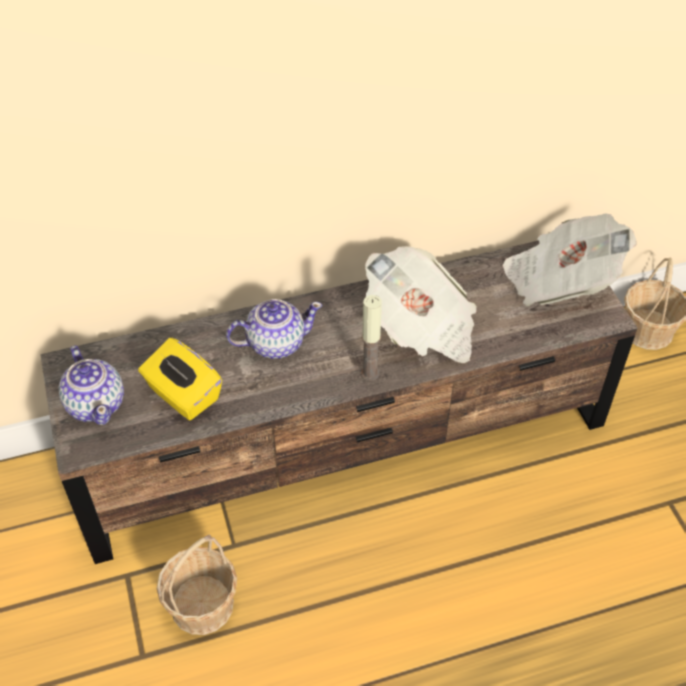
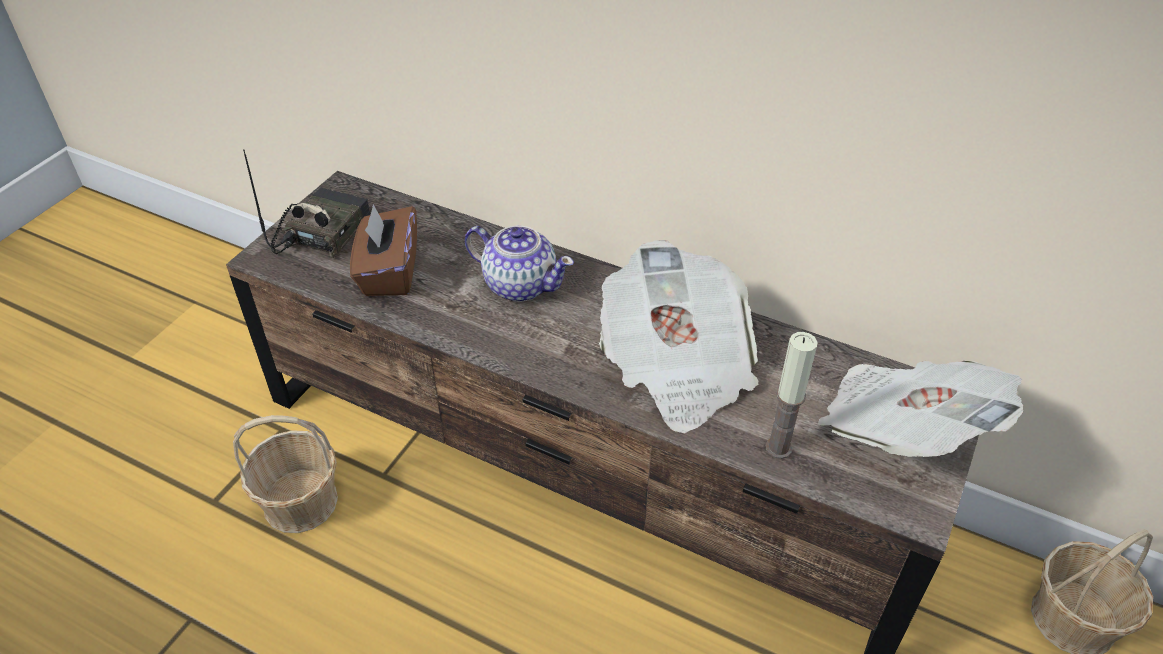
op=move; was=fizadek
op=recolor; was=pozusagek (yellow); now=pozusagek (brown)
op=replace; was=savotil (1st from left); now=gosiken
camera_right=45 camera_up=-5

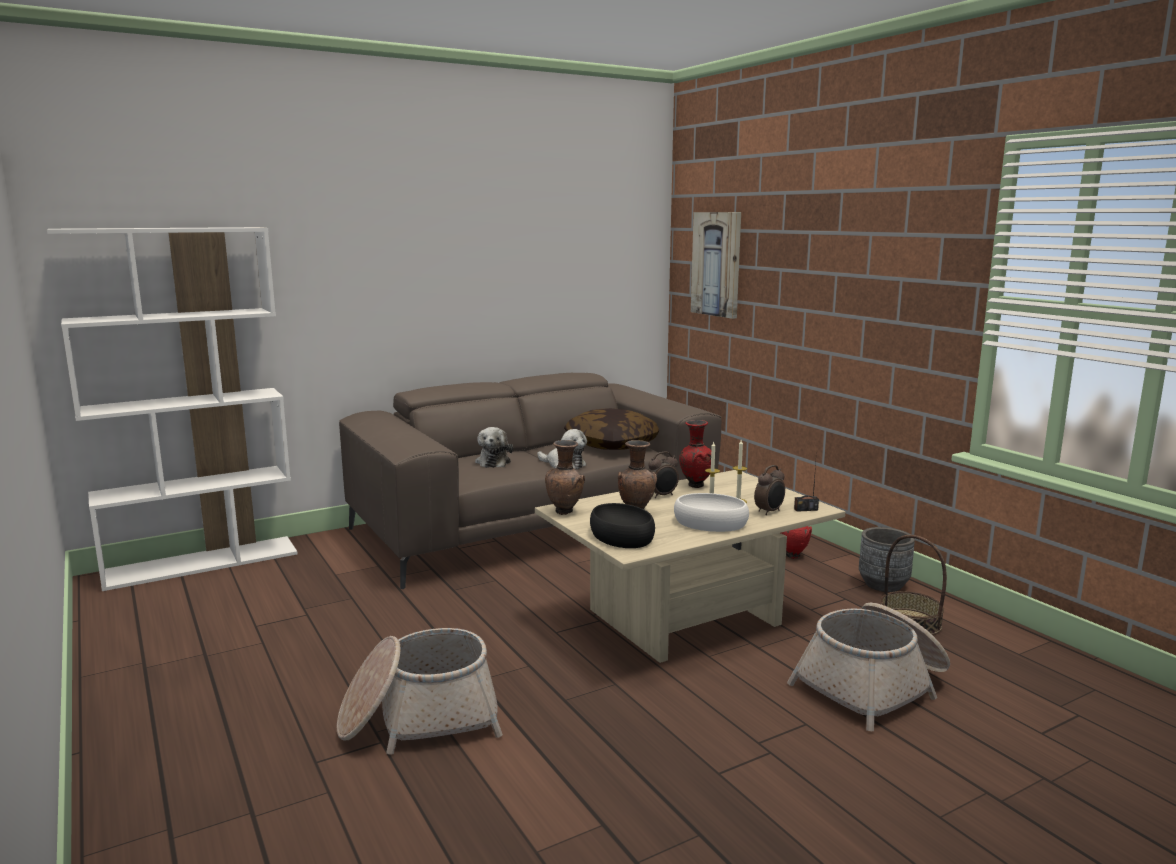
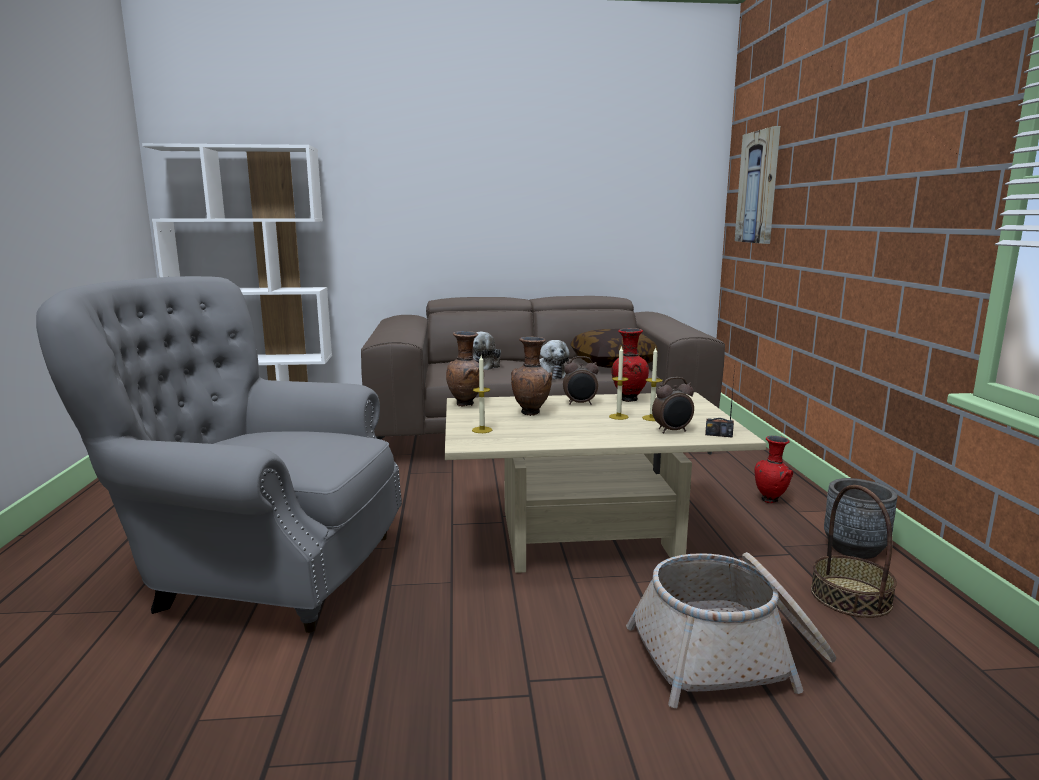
op=delete; was=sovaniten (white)
op=replace; was=sovaniten (black); now=fizadek (1st from left)
op=replace; was=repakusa (1st from left); now=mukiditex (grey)
camera_right=25 camera_up=0

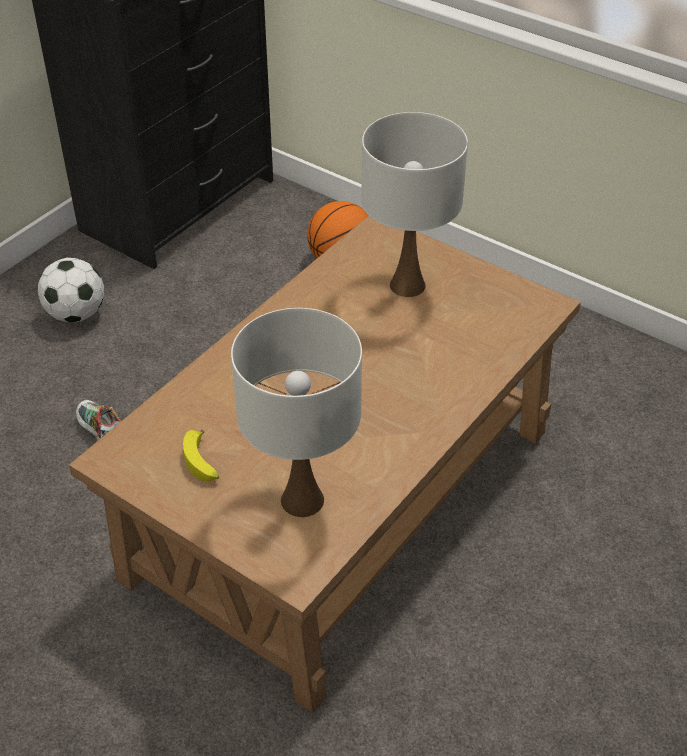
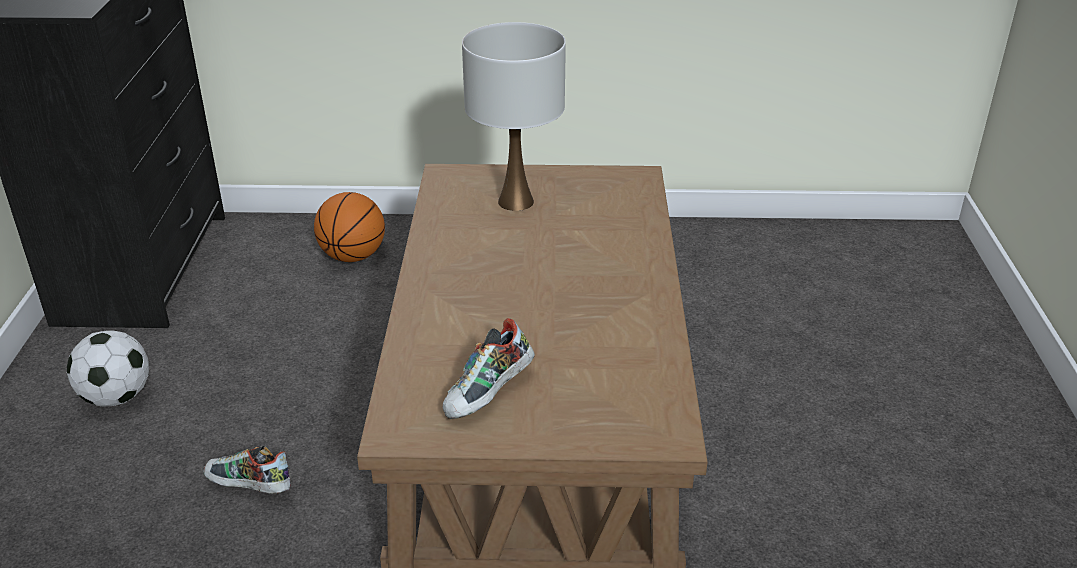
op=delete; was=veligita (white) (1st from left)
op=replace; was=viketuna; now=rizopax (2nd from left)
camera_right=-35 camera_up=-10

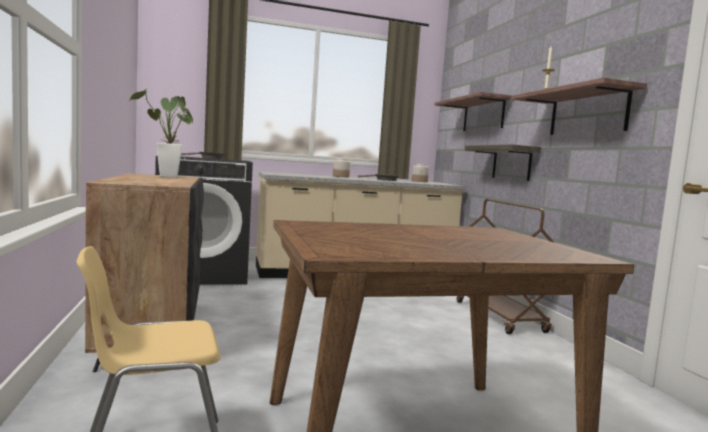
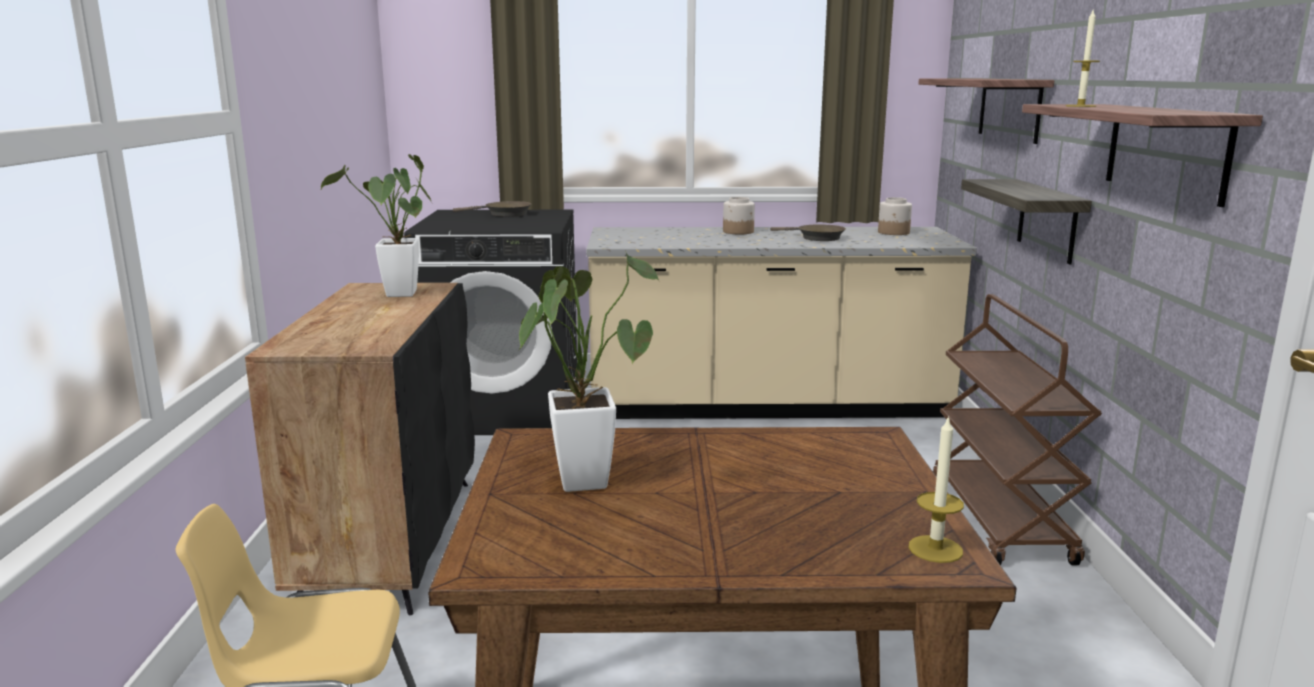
op=insert; now=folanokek (2nd from left)
op=insert; now=fizadek (1st from left)
camera_right=15 camera_up=10

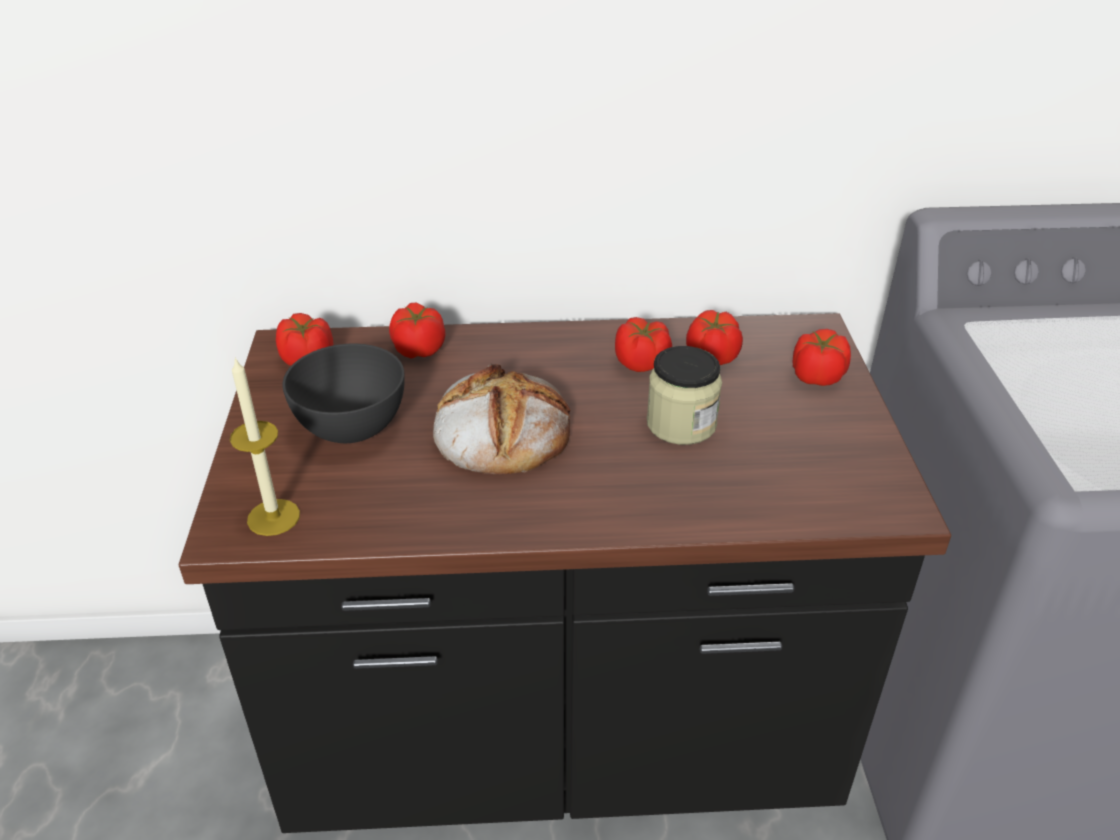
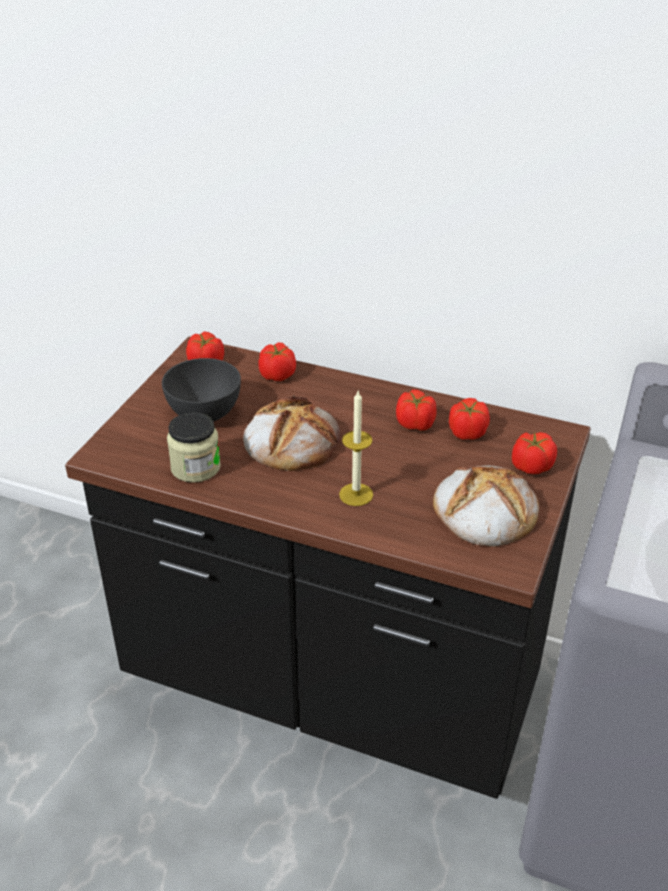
op=move; was=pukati
op=move; was=fizadek
op=insert; now=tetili (2nd from left)
camera_right=25 camera_up=0

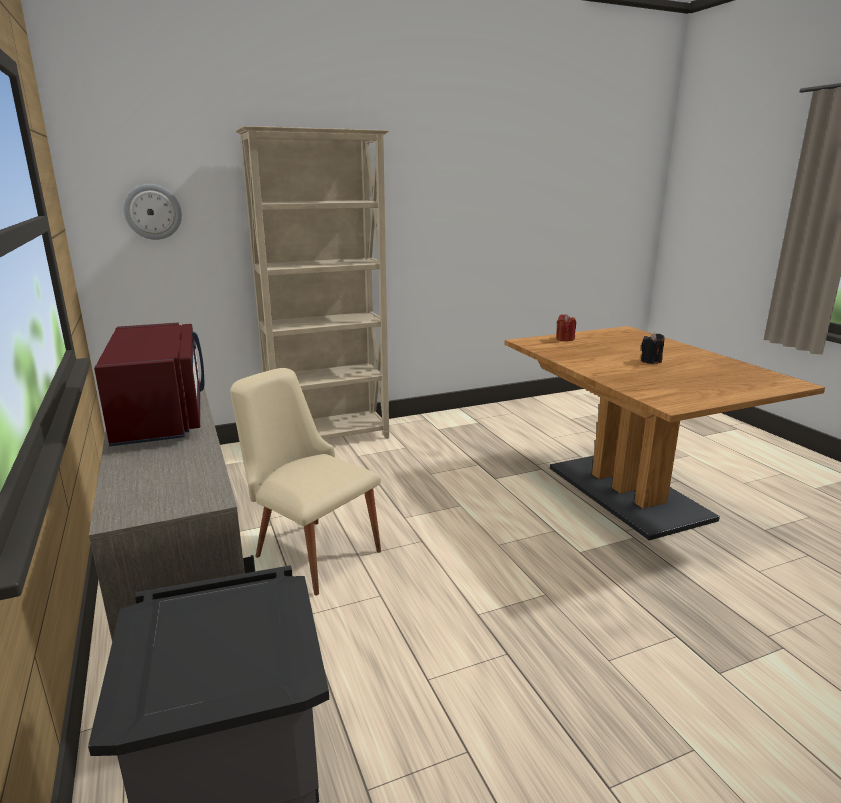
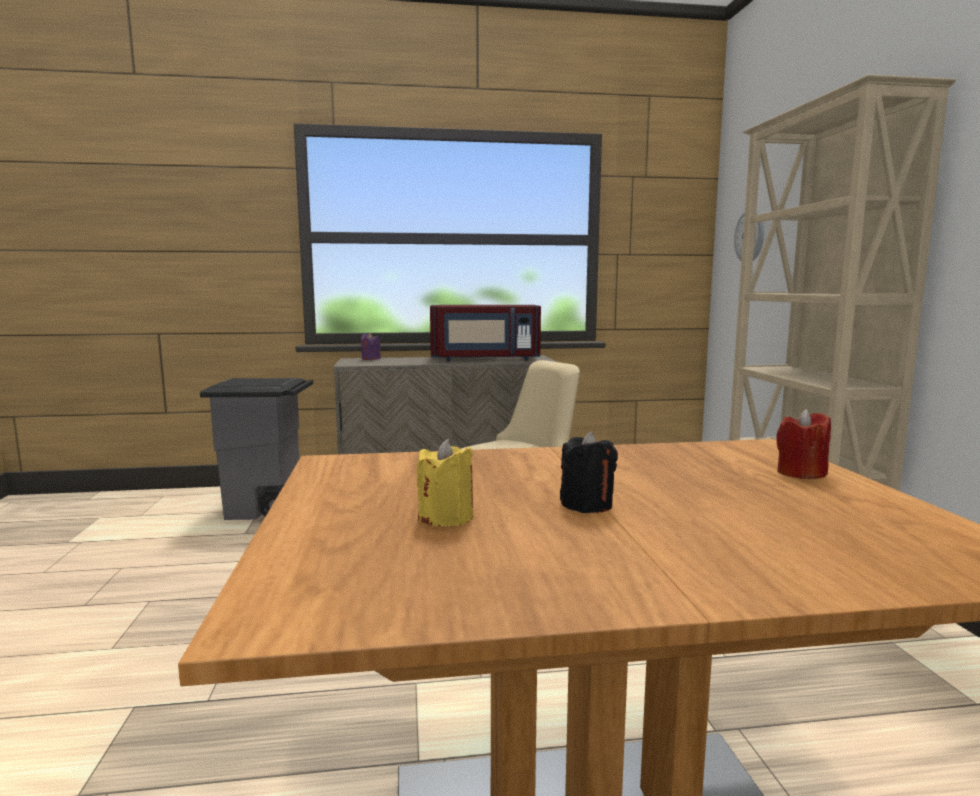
op=insert; now=fizadek (purple)
op=insert; now=fizadek (yellow)
camera_right=105 camera_up=-10

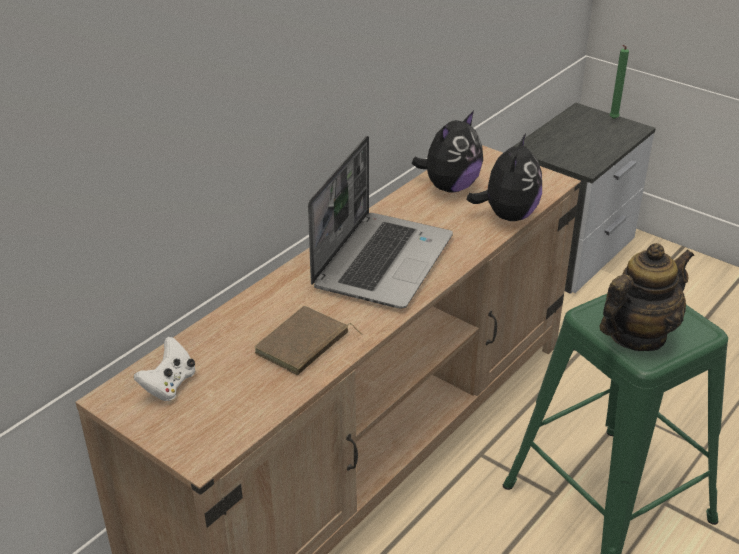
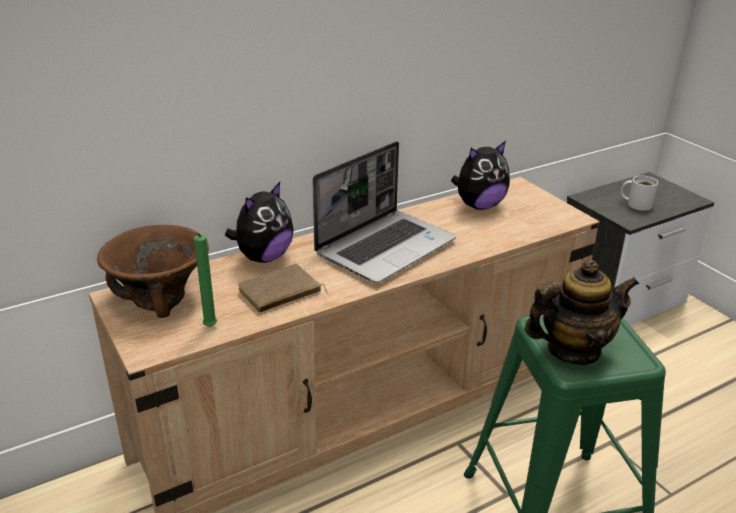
op=move; was=fizadek (green)
op=move; was=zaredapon (2nd from left in the first image); now=zaredapon (1st from left)
op=replace; was=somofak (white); now=sovaniten (brown)
op=insert; now=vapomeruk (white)
camera_right=20 camera_up=-5

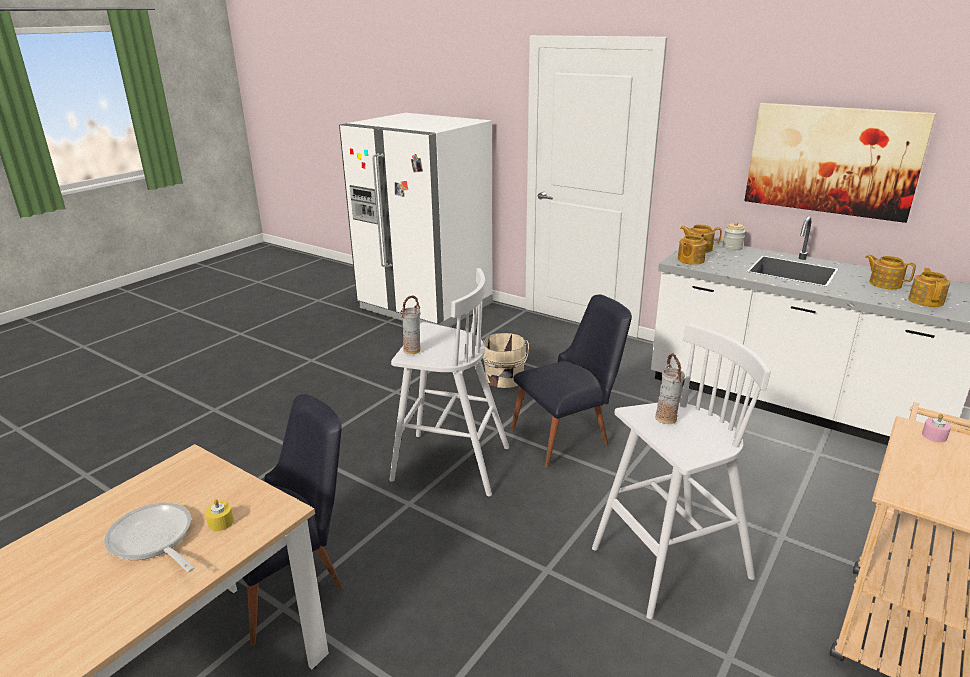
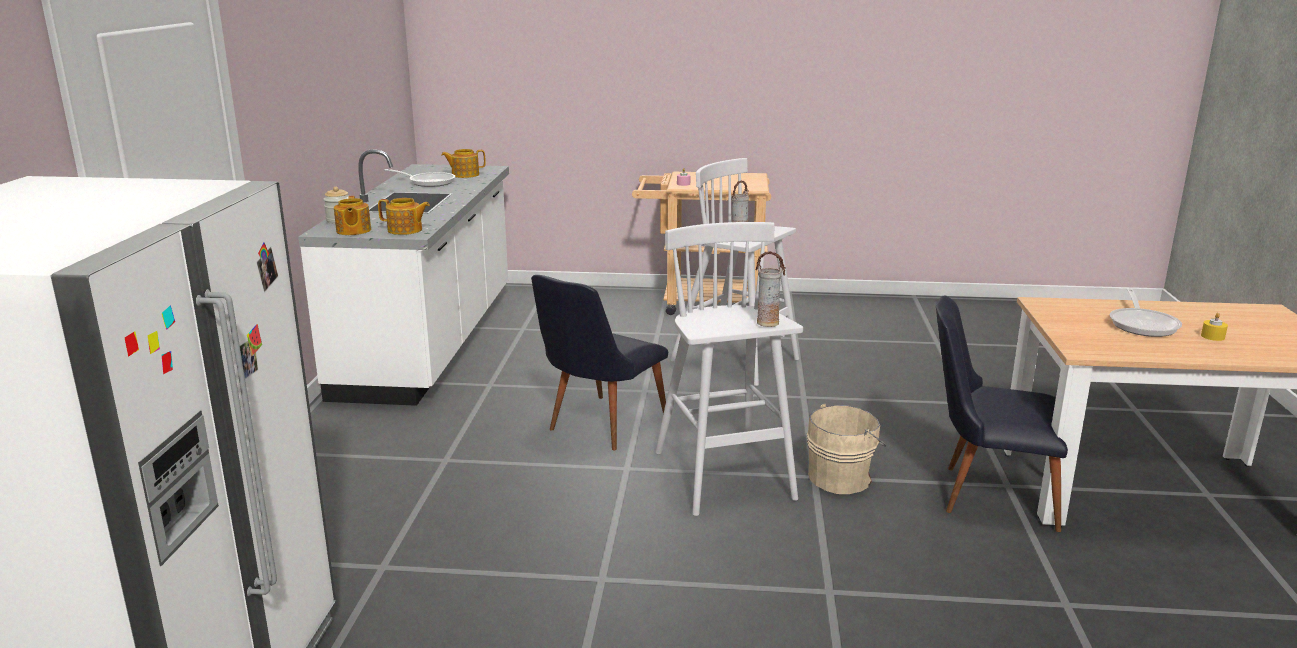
op=delete; was=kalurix
op=replace; was=savotil (3rd from left); now=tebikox (1st from left)
op=rotate; was=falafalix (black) (2nd from left in the first image); clockwise=-90
op=move; was=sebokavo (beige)
op=move; was=fizadek (yellow)
camera_right=-120 camera_up=-5

